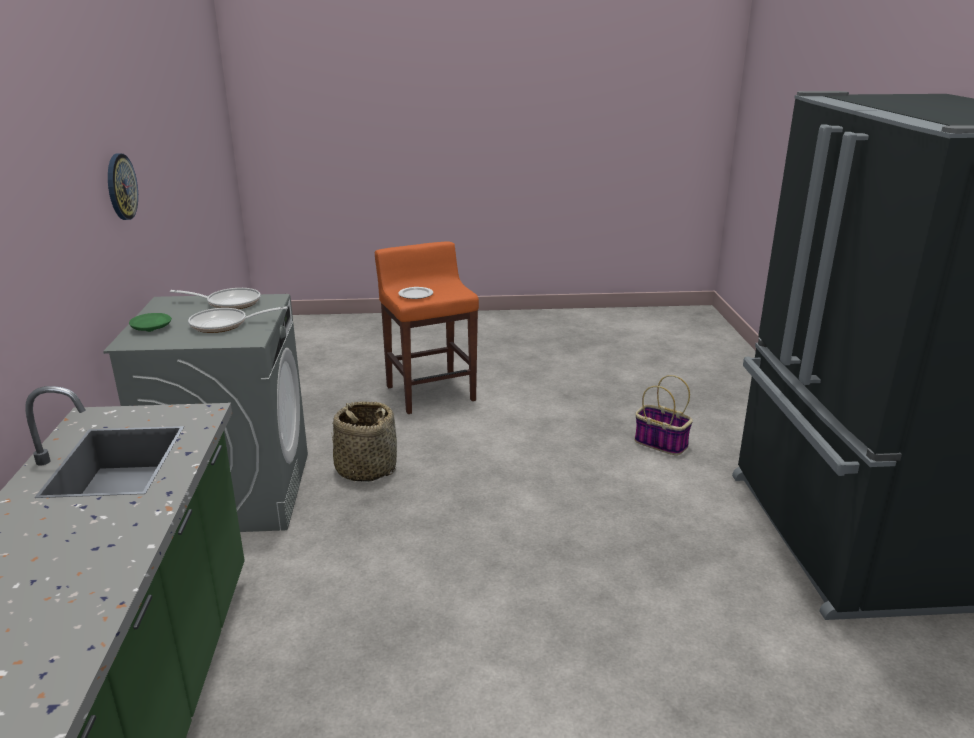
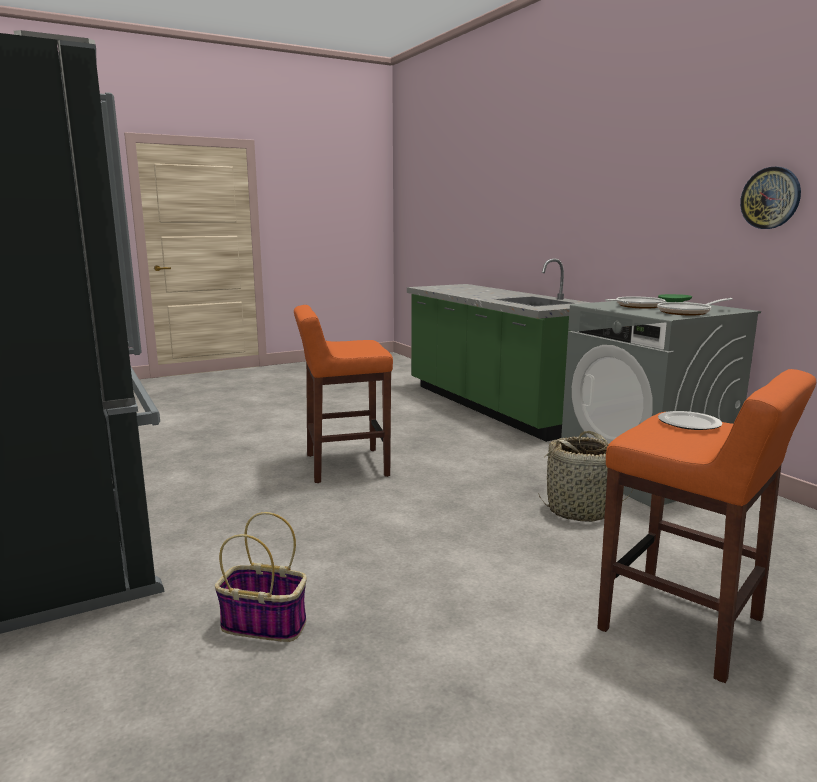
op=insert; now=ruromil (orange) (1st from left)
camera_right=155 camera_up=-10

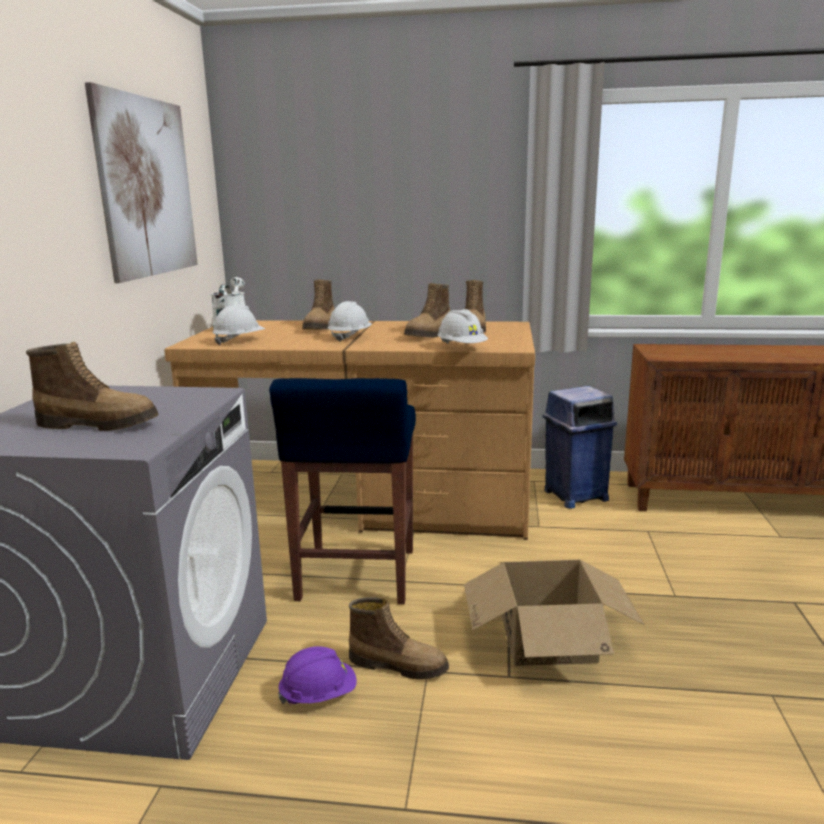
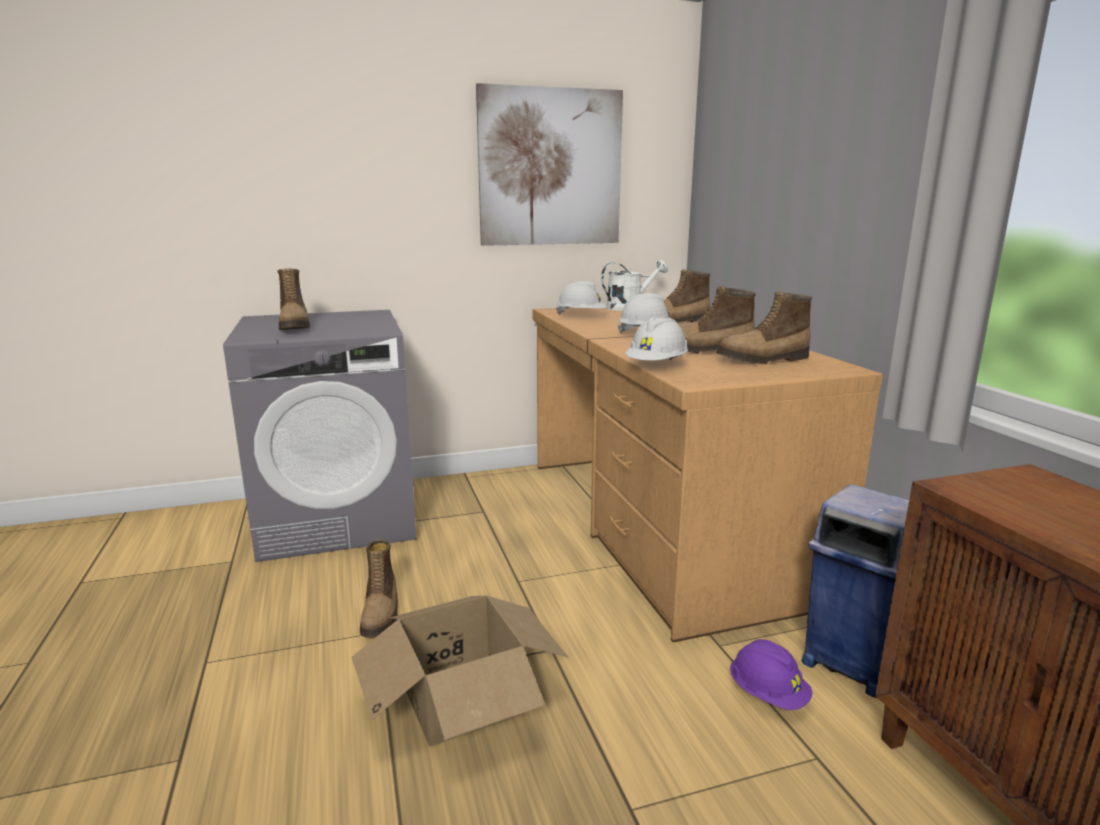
op=delete; was=ruromil (blue)
op=move; was=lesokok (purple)
camera_right=65 camera_up=0

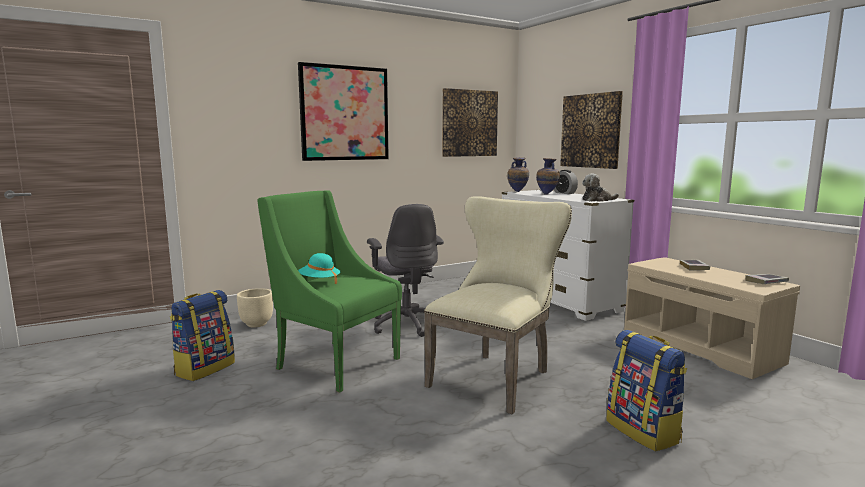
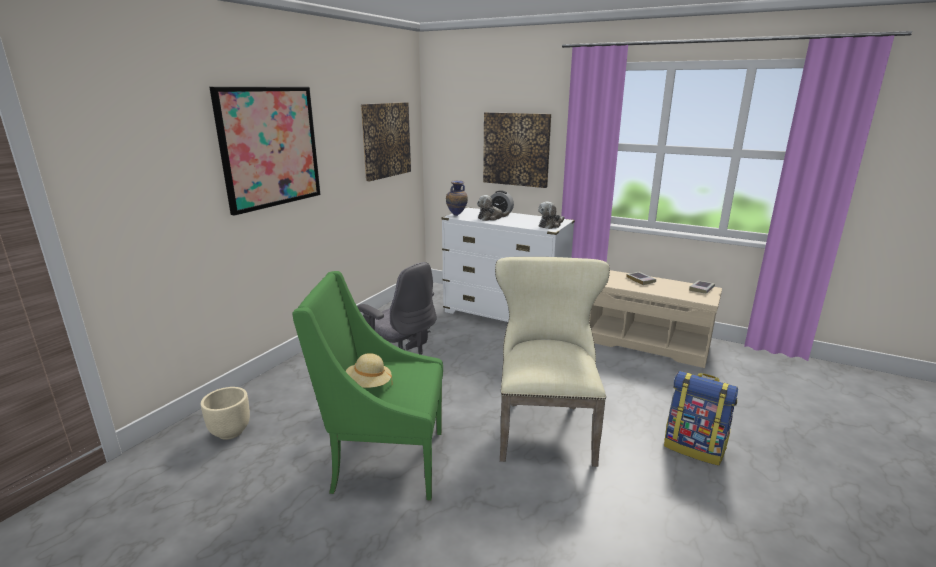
op=replace; was=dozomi (2nd from left); now=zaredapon (1st from left)
op=recolor; was=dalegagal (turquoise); now=dalegagal (beige)
op=delete; was=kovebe (1st from left)
camera_right=-30 camera_up=10

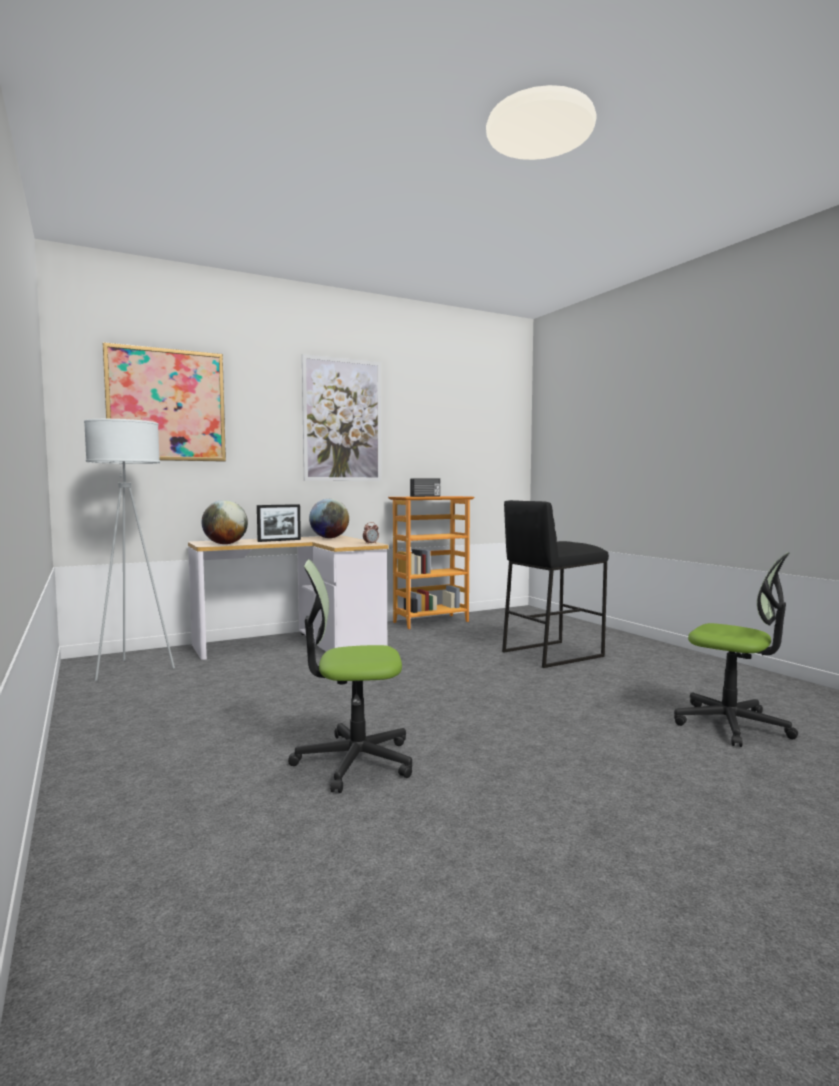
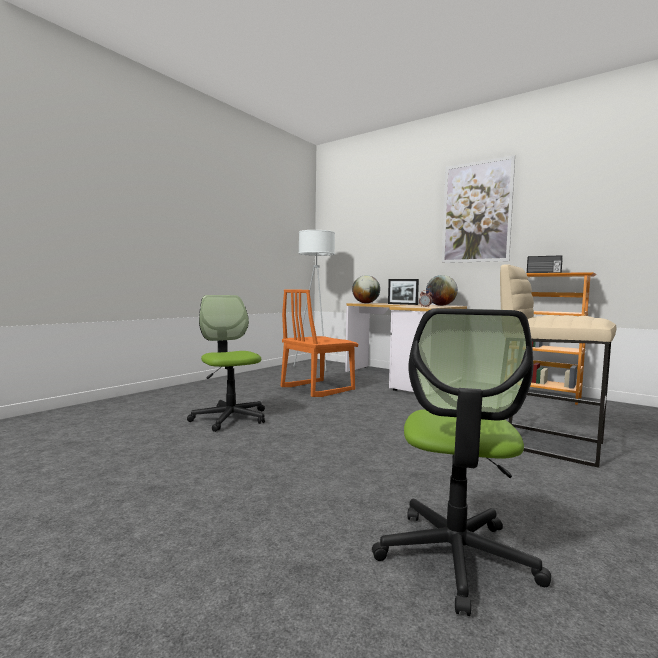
op=delete; was=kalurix (1st from left)
op=recolor; was=ruromil (black); now=ruromil (beige)
op=insert; now=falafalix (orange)
camera_right=65 camera_up=0

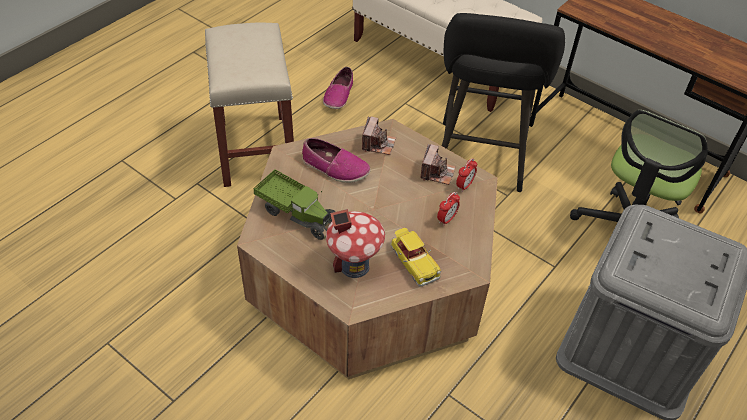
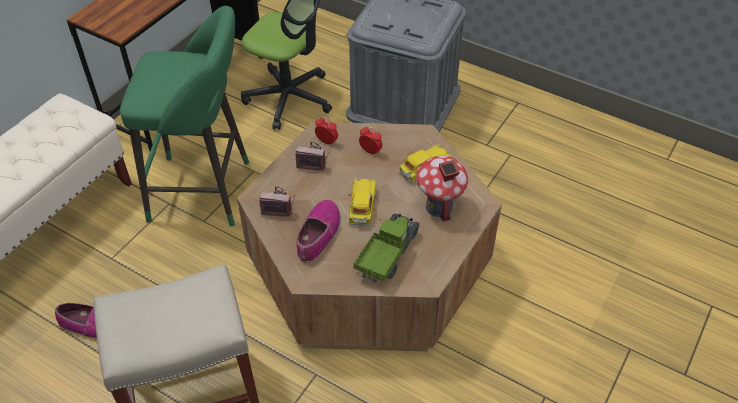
op=recolor; was=ruromil (black); now=ruromil (green)
op=insert; now=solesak (1st from left)
camera_right=-95 camera_up=0

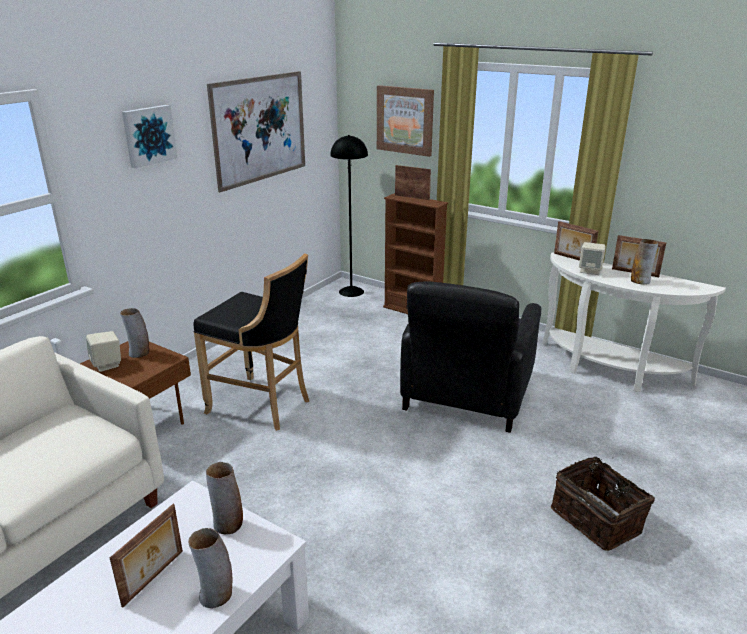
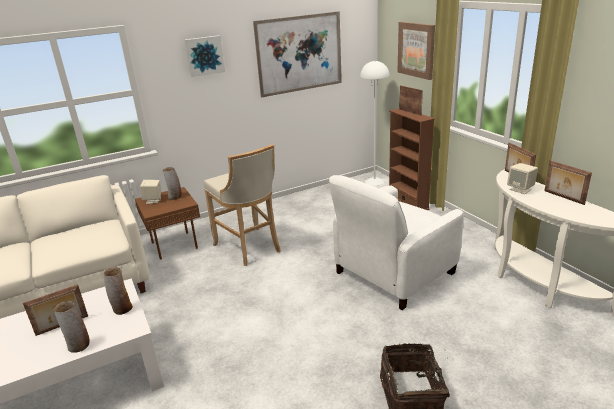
op=recolor; was=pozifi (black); now=pozifi (white)
op=delete; was=dozomi (4th from left)
op=recolor; was=ruromil (black); now=ruromil (beige)
op=recolor; was=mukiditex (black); now=mukiditex (white)
camera_right=30 camera_up=0

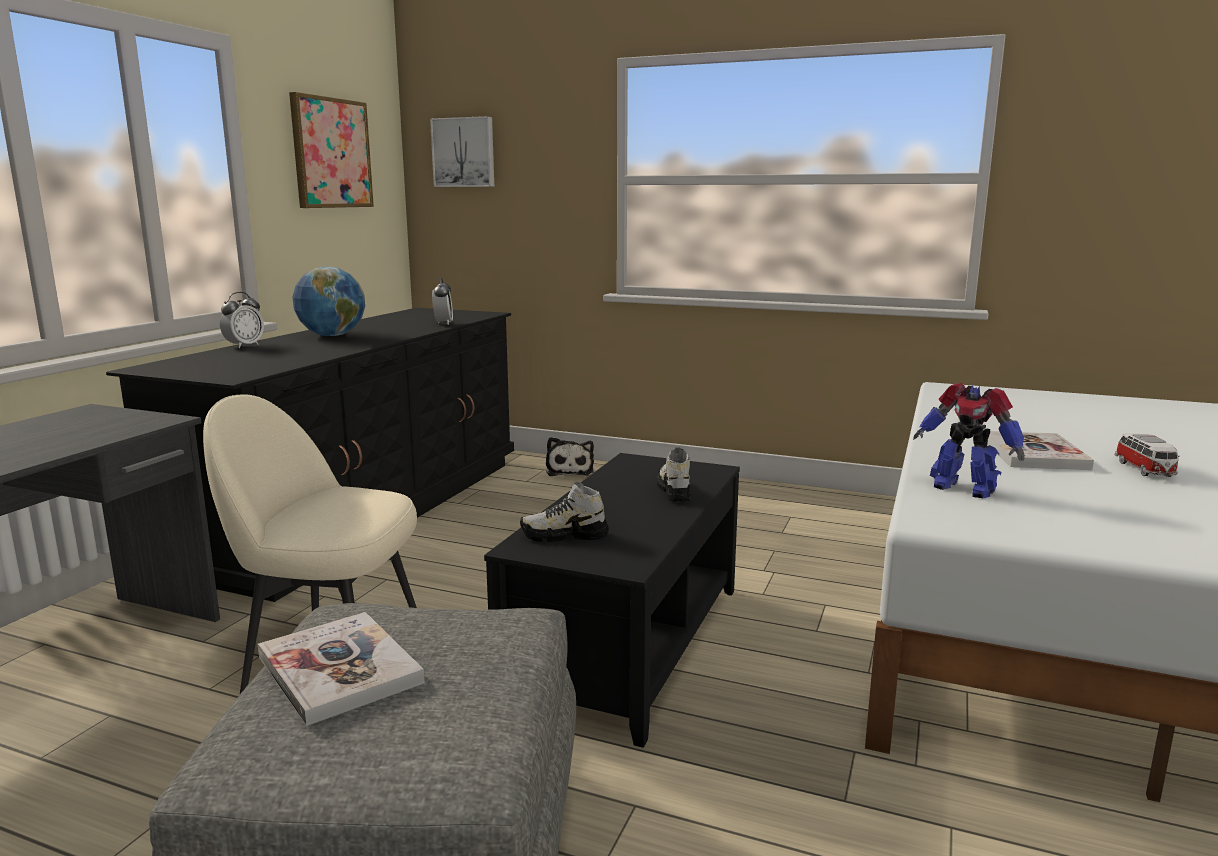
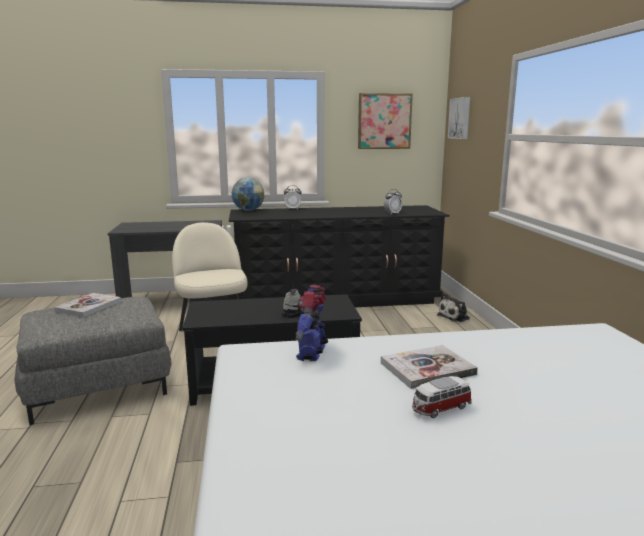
op=move; was=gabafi
op=delete; was=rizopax (1st from left)
camera_right=60 camera_up=0

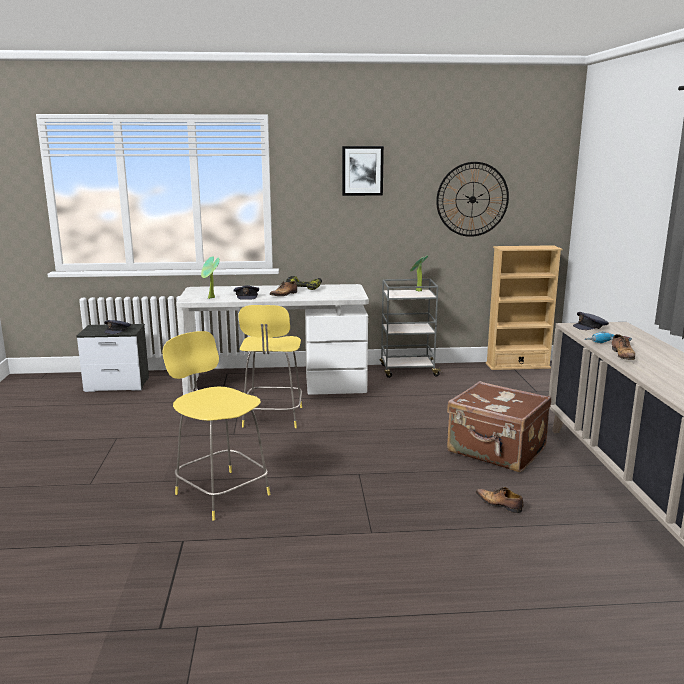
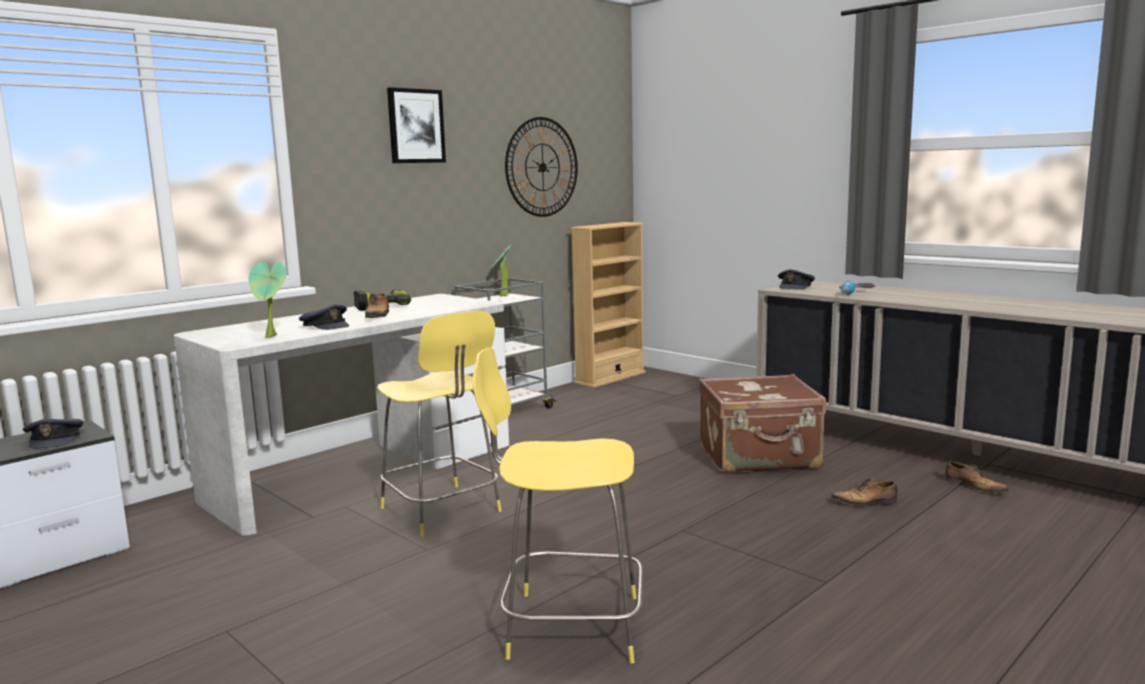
op=move; was=rizopax (3rd from left)
camera_right=-40 camera_up=-5

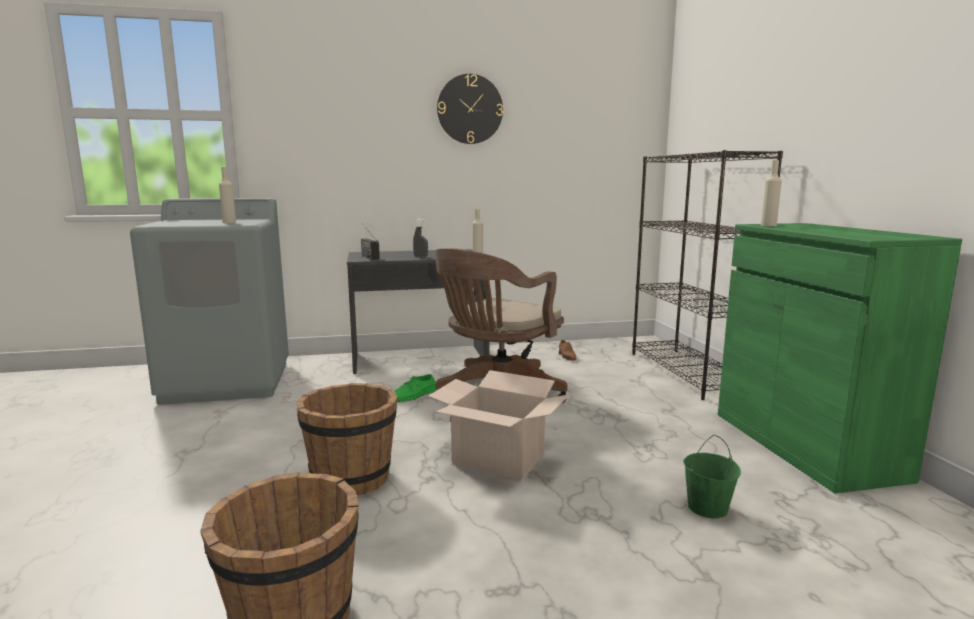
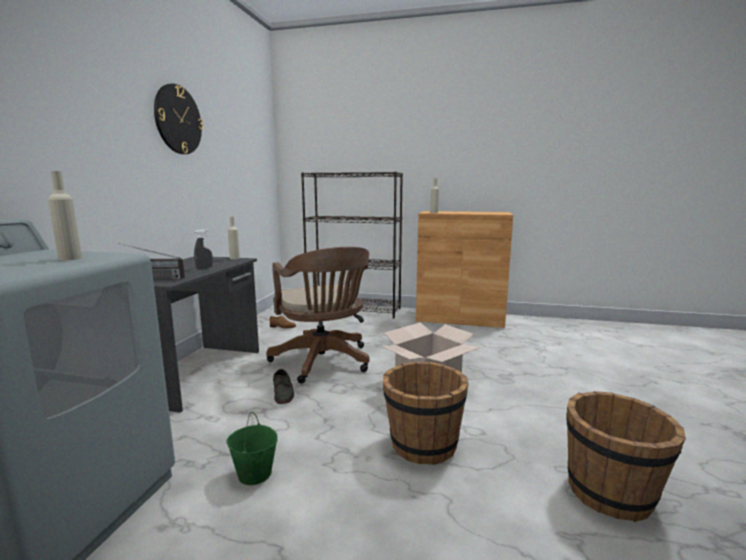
op=recolor; was=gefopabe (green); now=gefopabe (brown)
op=recolor; was=rizopax (green); now=rizopax (grey)
op=move; was=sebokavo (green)
camera_right=-65 camera_up=0

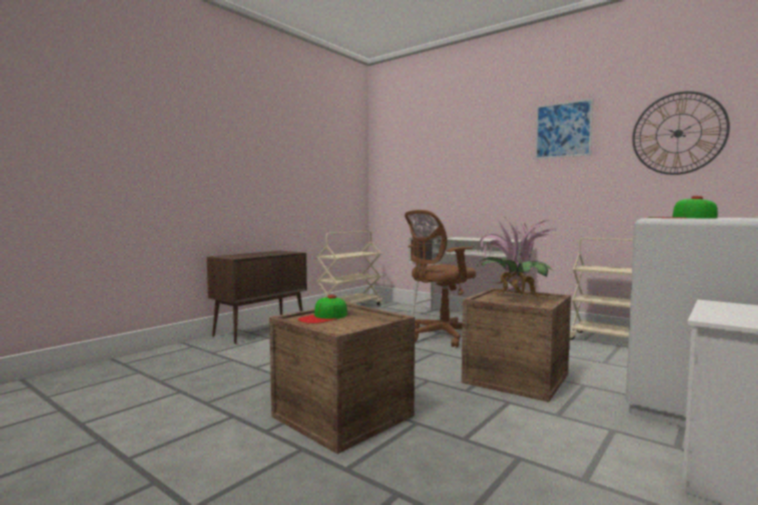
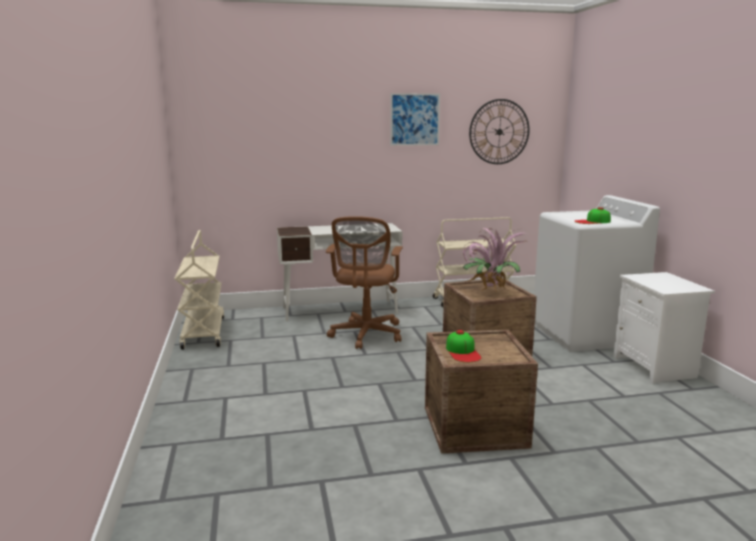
op=delete; was=gefopabe (brown)
camera_right=-50 camera_up=10

